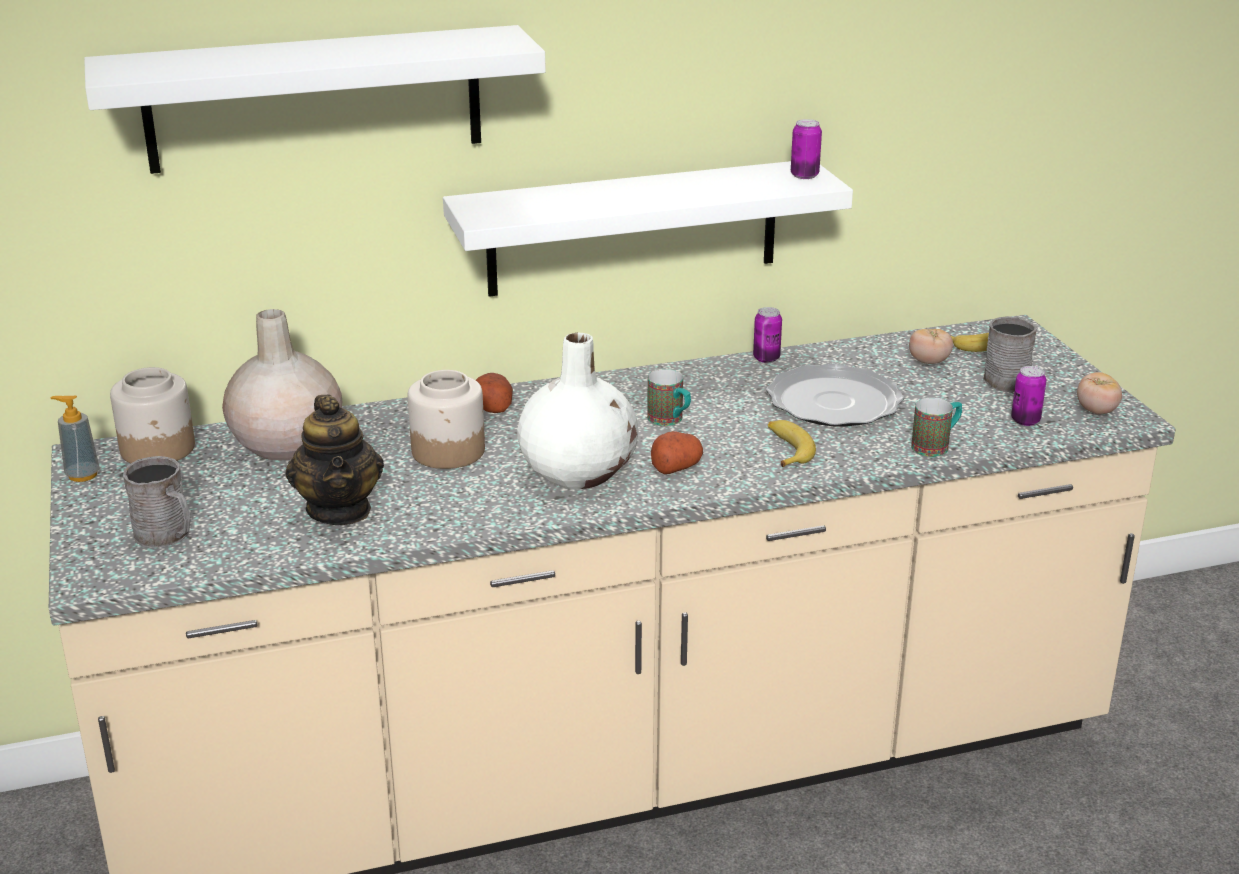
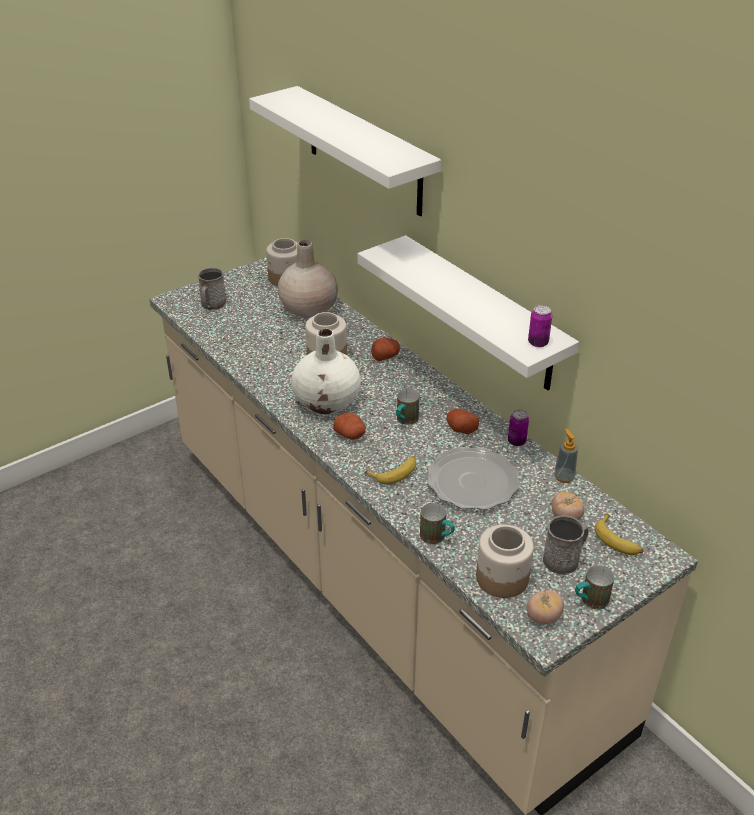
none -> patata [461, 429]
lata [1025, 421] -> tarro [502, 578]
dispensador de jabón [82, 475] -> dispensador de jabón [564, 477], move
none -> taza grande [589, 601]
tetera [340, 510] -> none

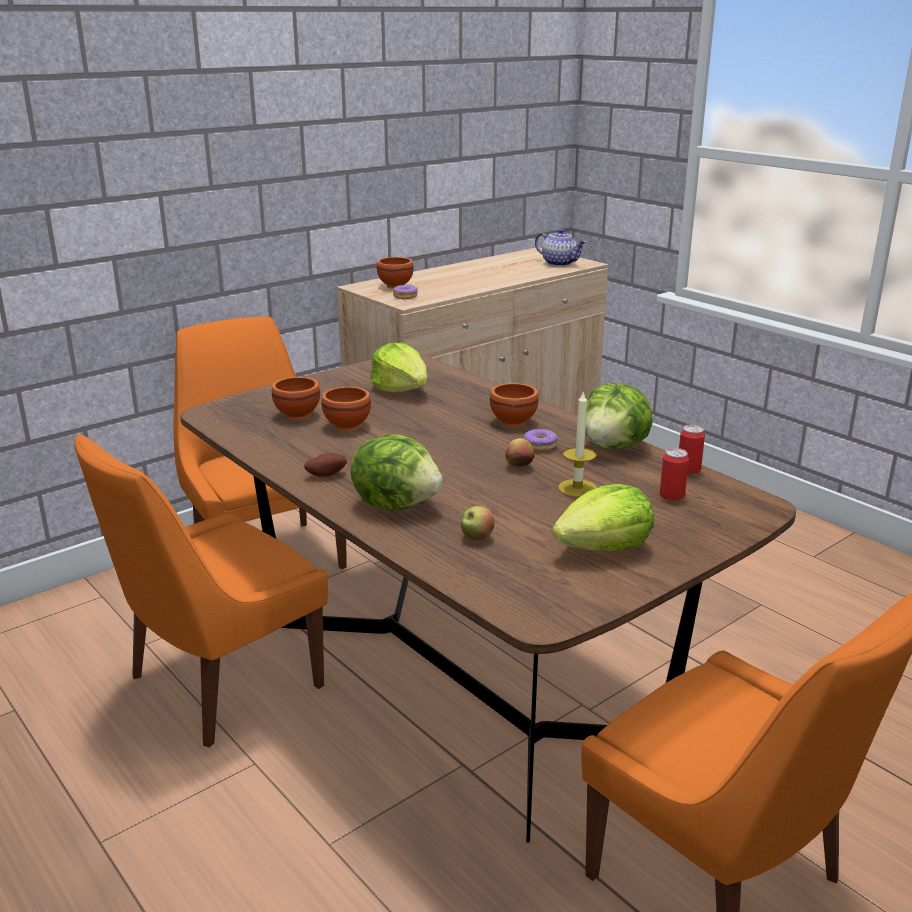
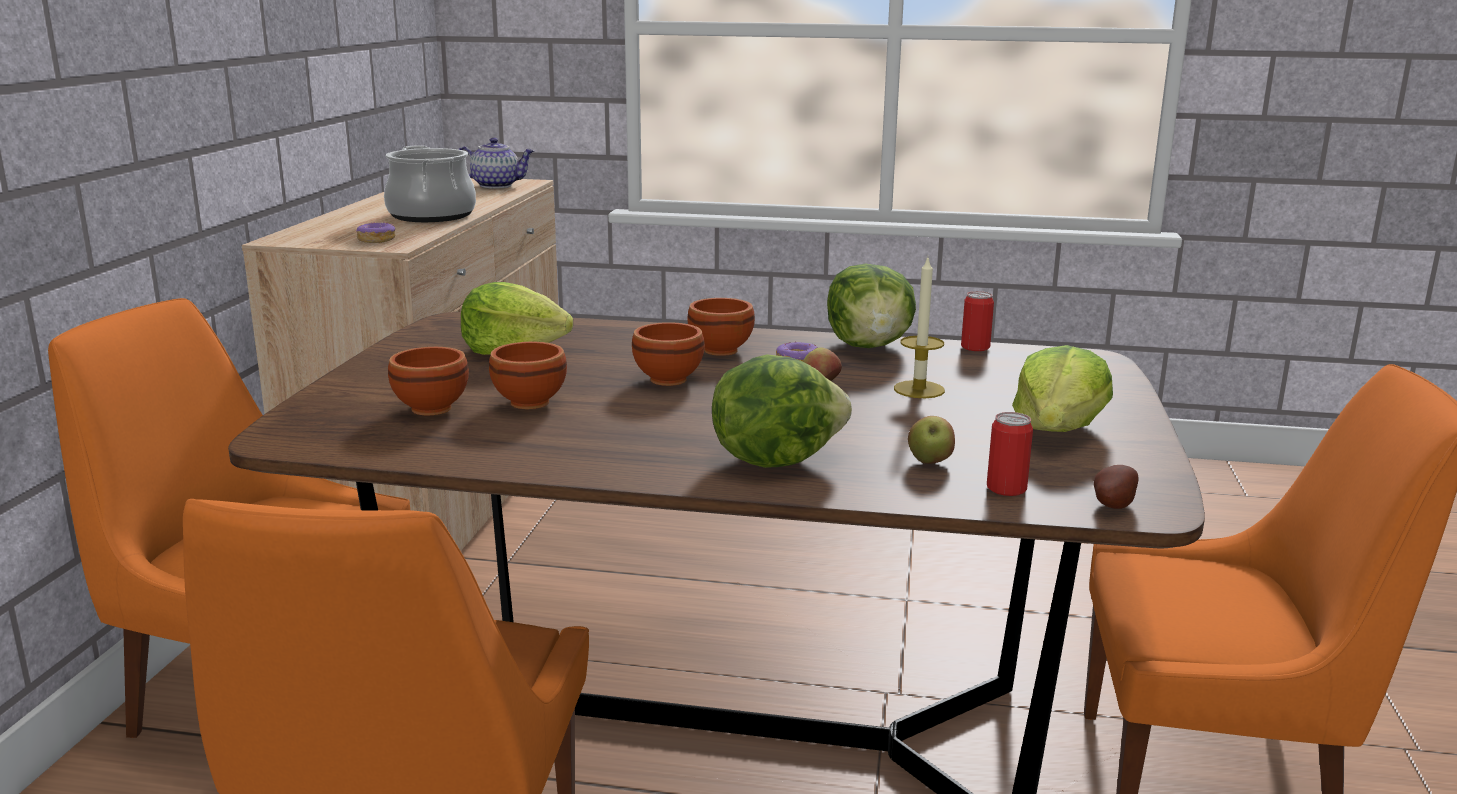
none -> olla [432, 215]
cuenco/marrón [394, 286] -> cuenco/marrón [666, 379], move
lata [672, 495] -> lata [1006, 488], move
patata [326, 474] -> patata [1112, 504], move

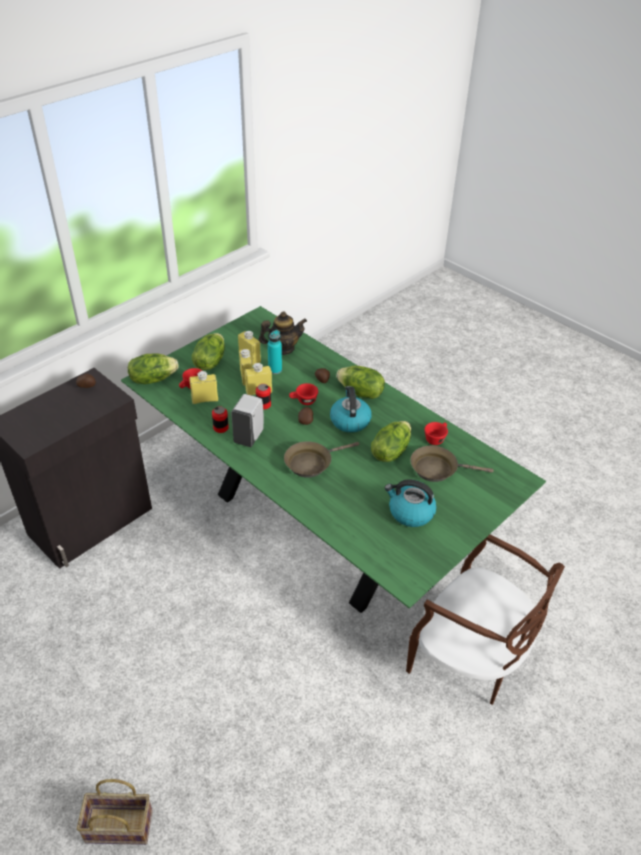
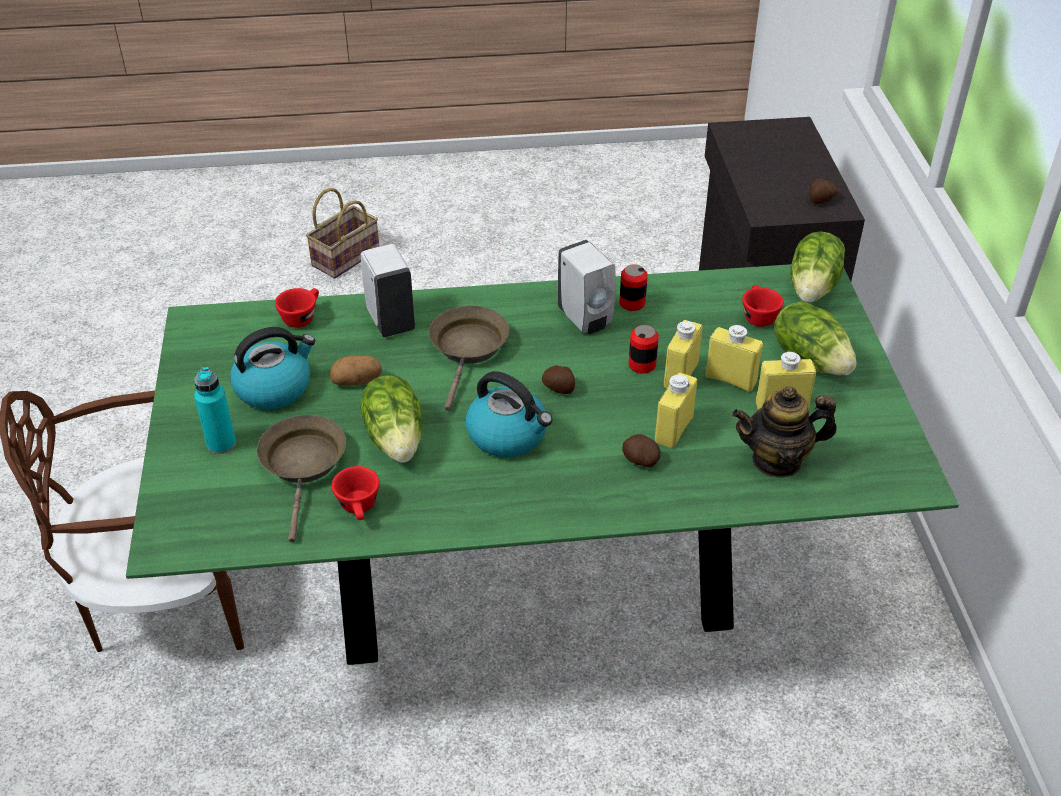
botella/turquesa [275, 370] -> botella/turquesa [221, 444], move
sartén/marrón [437, 469] -> sartén/marrón [304, 465], 45 degrees counterclockwise
taza/rojo [303, 401] -> taza/rojo [302, 317], move
none -> patata [357, 381]
none -> dispensador de jabón/blanco [390, 320]
botella/amarillo [205, 399] -> botella/amarillo [673, 430], move
tetera [283, 348] -> tetera [777, 460], 60 degrees clockwise
lechuga [360, 393] -> none

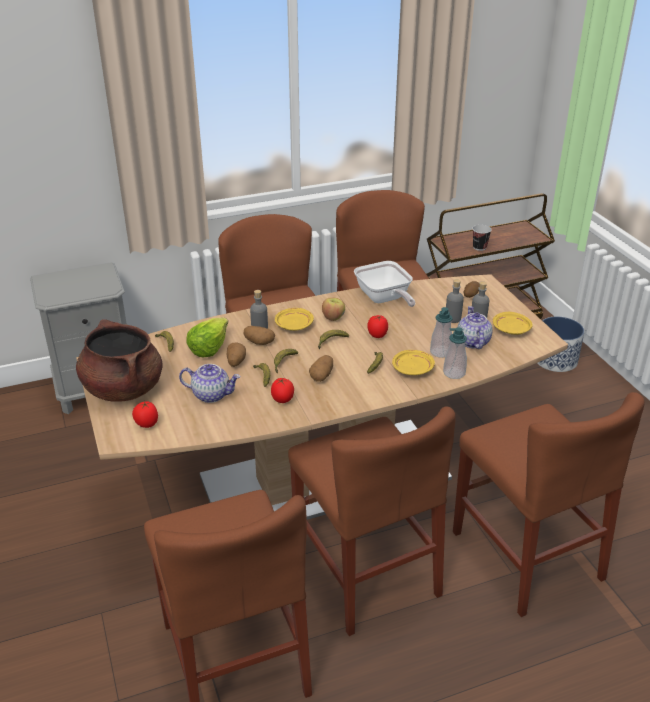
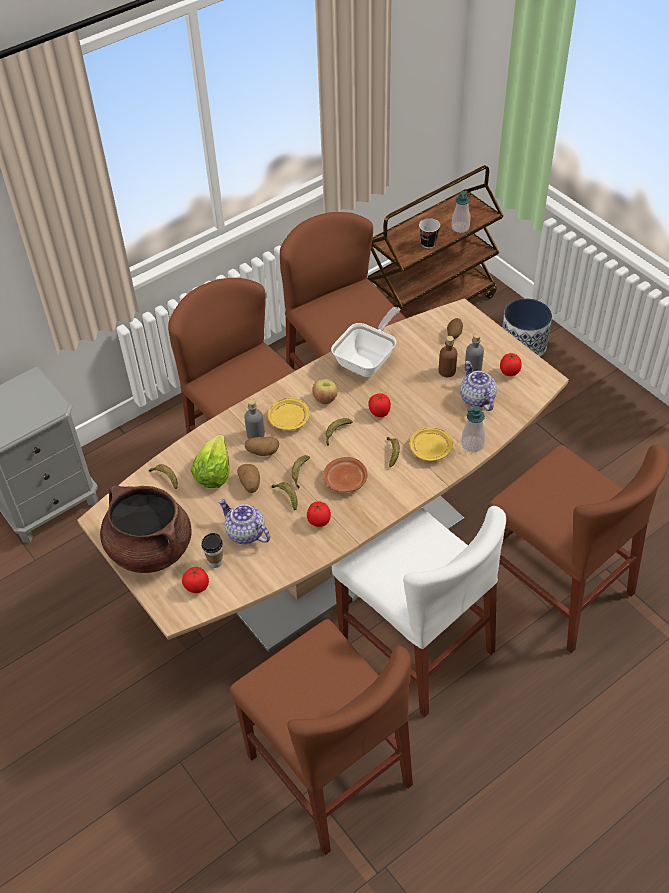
none -> taza [215, 562]
tetera [212, 394] -> tetera [245, 533], 135 degrees counterclockwise
patata [322, 376] -> plato/marrón [345, 480]
sartén [384, 299] -> sartén [368, 360], 105 degrees counterclockwise
silla/marrón [365, 571] -> silla/blanco [416, 645]
botella/gris [453, 318] -> botella/marrón [447, 371]
dispensador de jabón [440, 352] -> dispensador de jabón [460, 227], move
plato/amarillo [511, 329] -> tomate [509, 373]

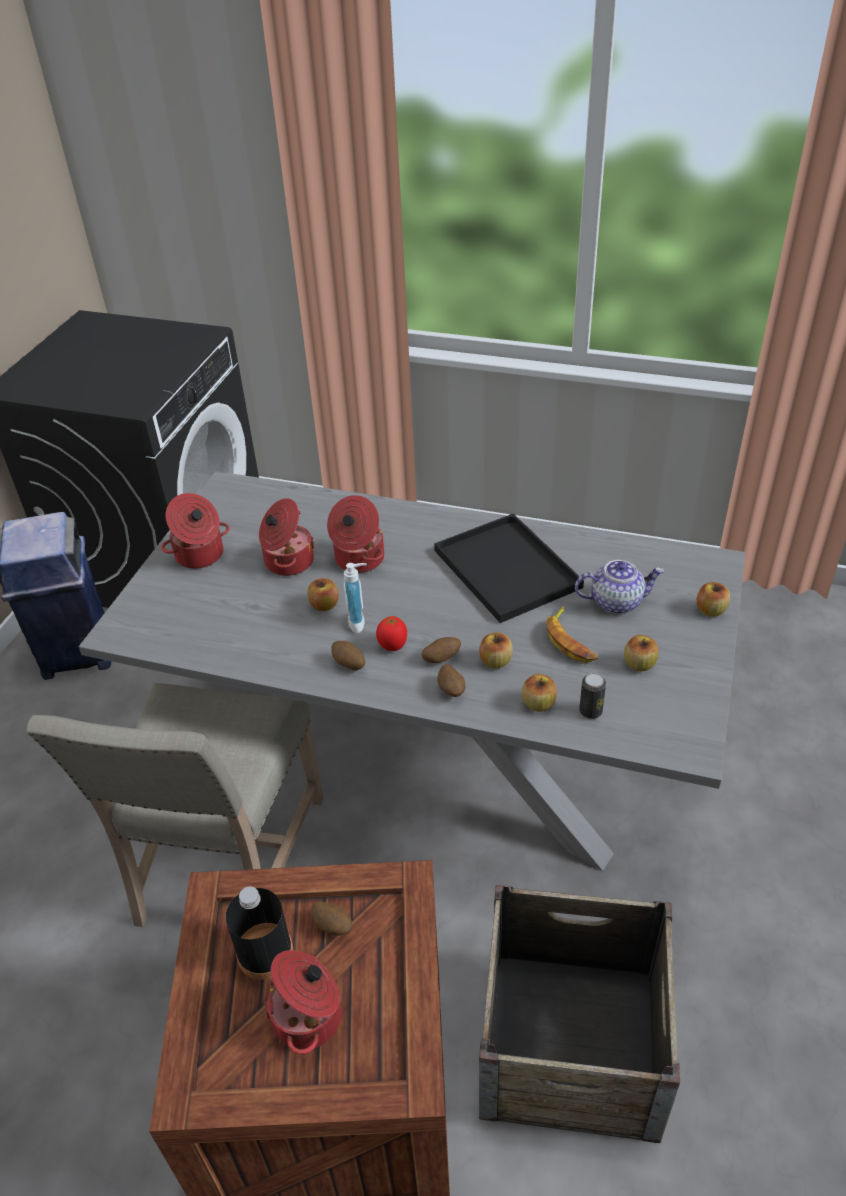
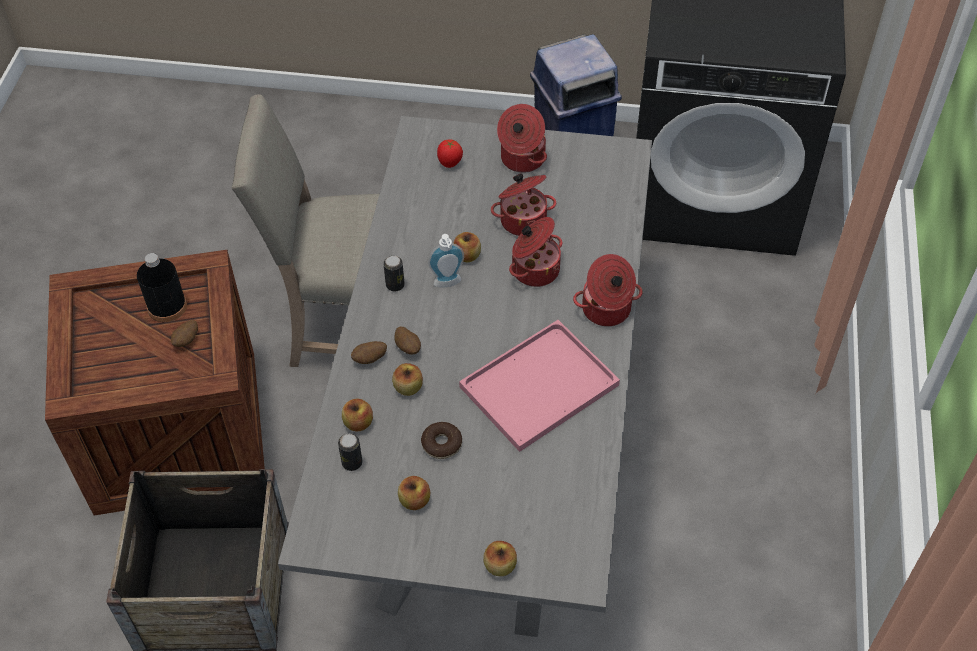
patata [349, 664] -> lata [395, 285]
plátano [570, 640] -> rosquilla [442, 444]
tomate [393, 646] -> tomate [450, 164], move
bandeja/negro [504, 568] -> bandeja/rosa [540, 383]
olla [309, 1017] -> olla [606, 310], move
tetera [616, 601] -> none

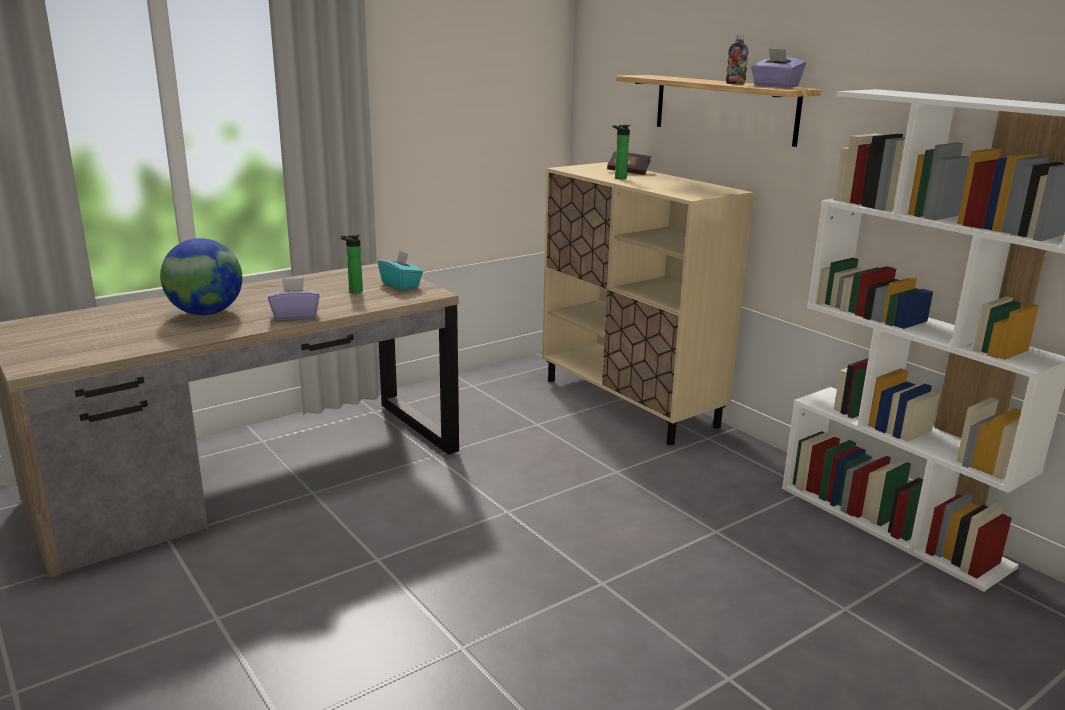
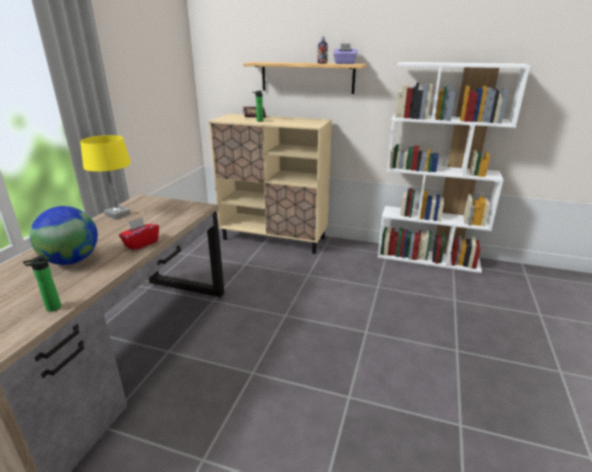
botella [353, 291] -> botella [51, 308], move
none -> lámpara de mesa/amarillo [118, 214]
caja de pañuelos/morado [295, 315] -> caja de pañuelos/rojo [141, 244]
caja de pañuelos/turquesa [401, 285] -> none

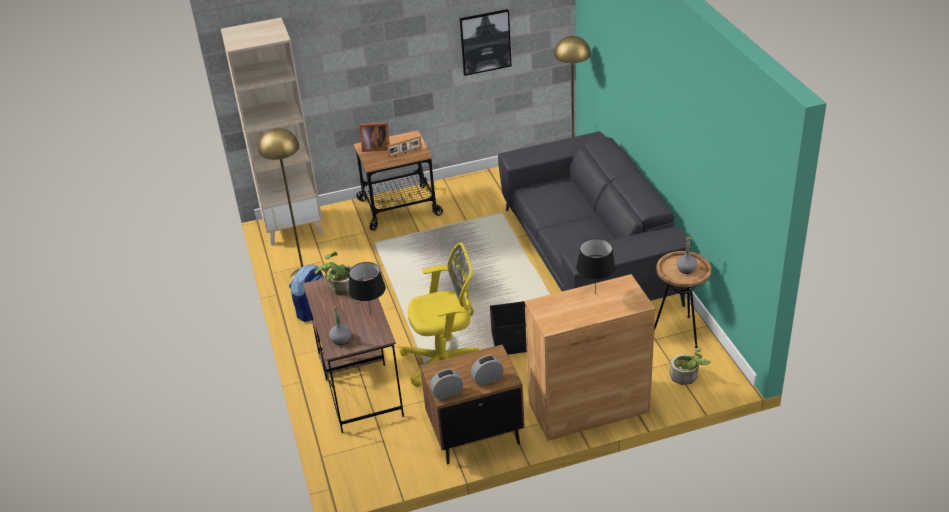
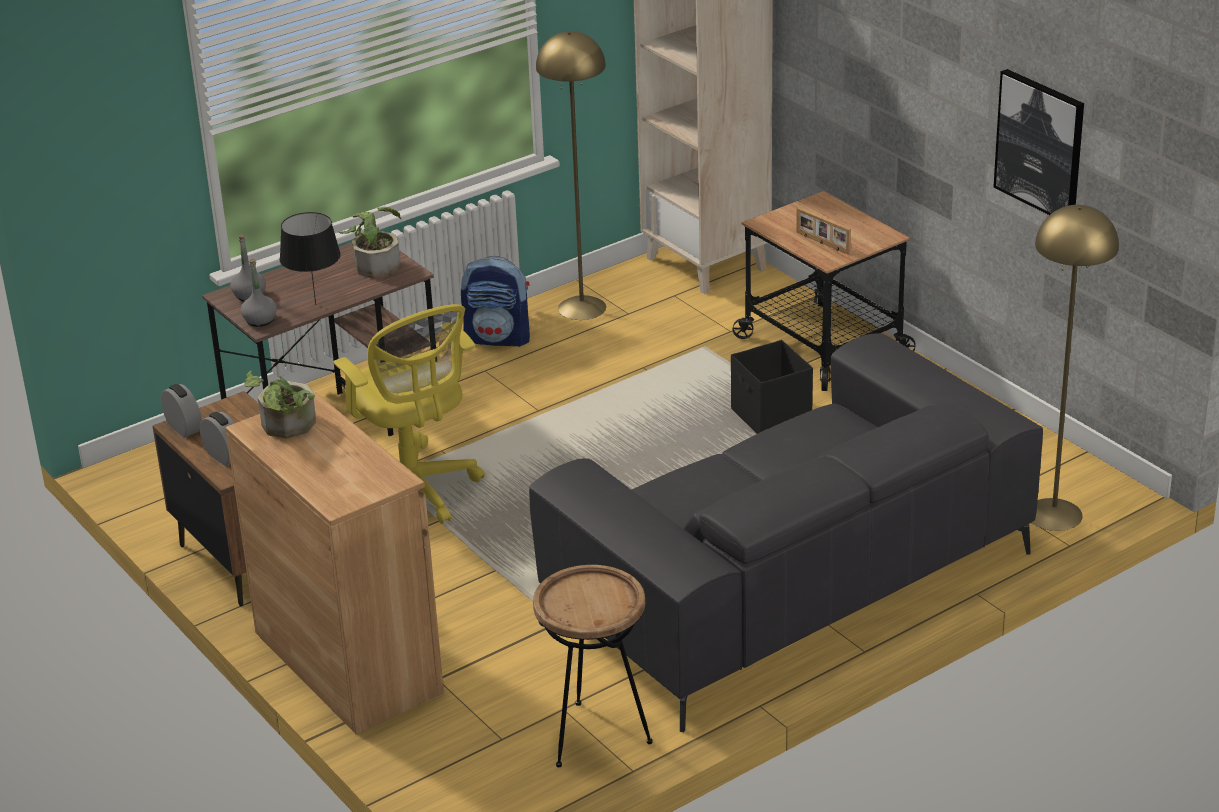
botella/gris [686, 269] -> botella/gris [260, 320], move
planta en maceta [687, 377] -> planta en maceta [285, 428], move
caja de almacenaje/negro [512, 343] -> caja de almacenaje/negro [771, 417], move
portarretratos [375, 147] -> none
lámpara de mesa/negro [596, 294] -> none

